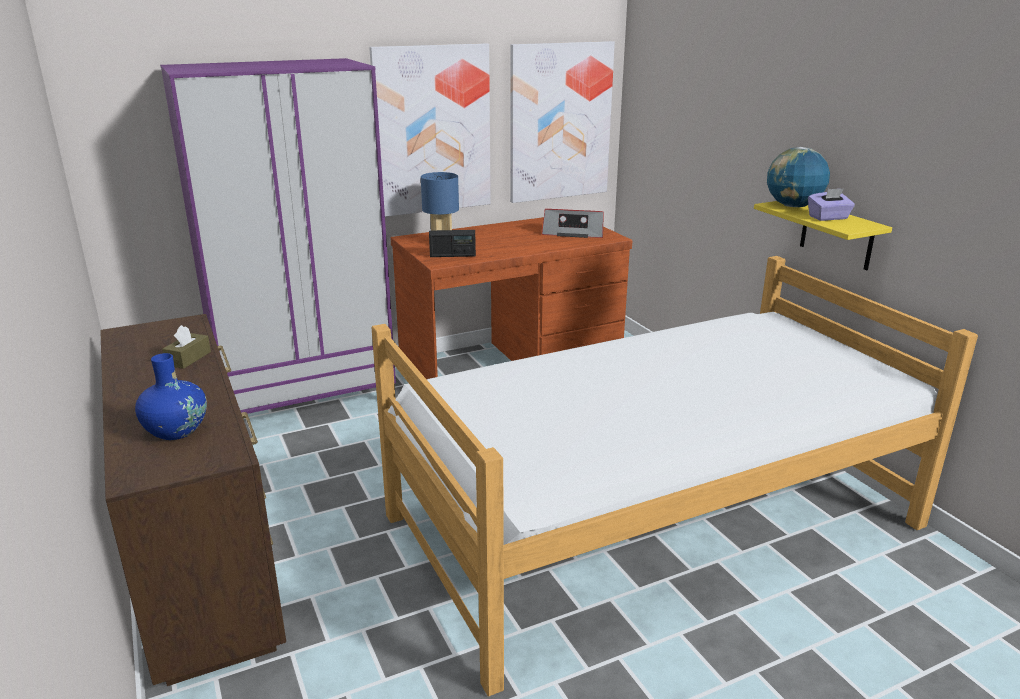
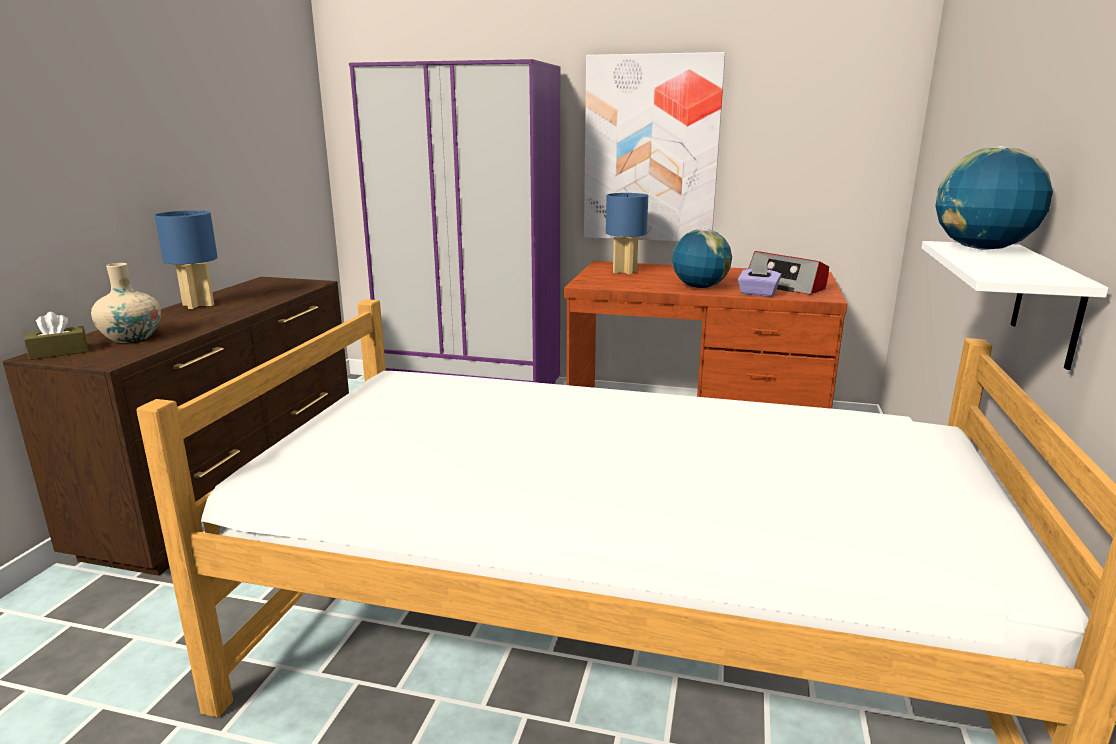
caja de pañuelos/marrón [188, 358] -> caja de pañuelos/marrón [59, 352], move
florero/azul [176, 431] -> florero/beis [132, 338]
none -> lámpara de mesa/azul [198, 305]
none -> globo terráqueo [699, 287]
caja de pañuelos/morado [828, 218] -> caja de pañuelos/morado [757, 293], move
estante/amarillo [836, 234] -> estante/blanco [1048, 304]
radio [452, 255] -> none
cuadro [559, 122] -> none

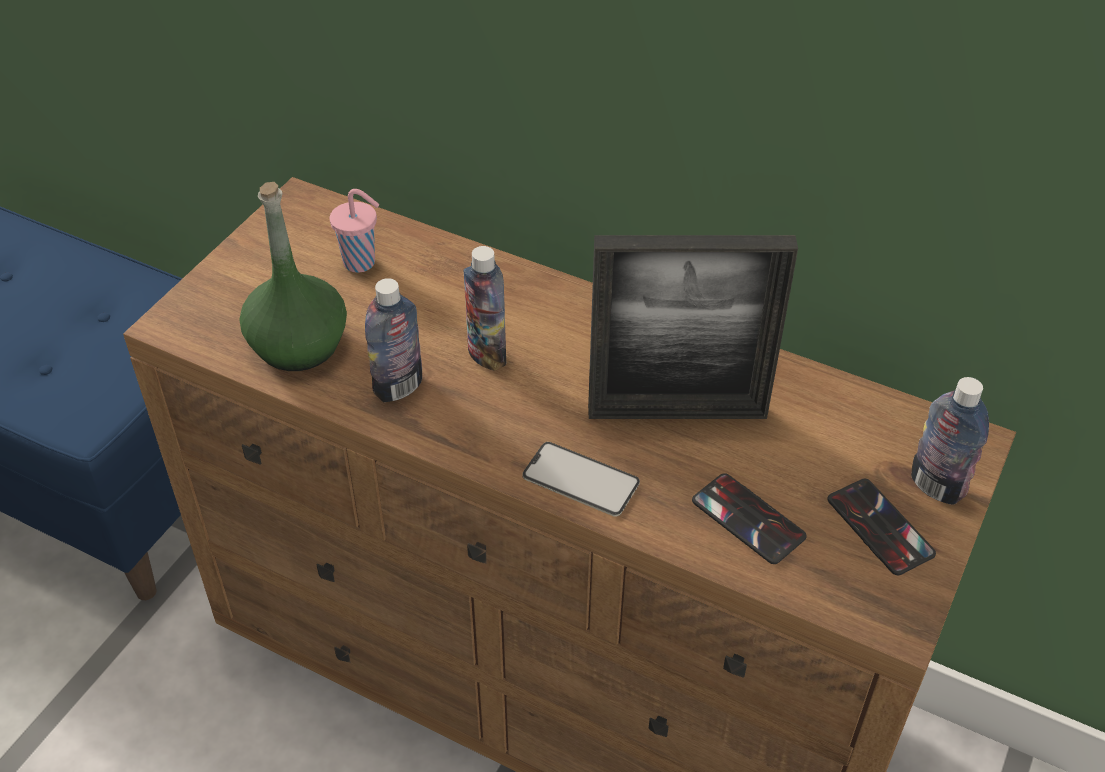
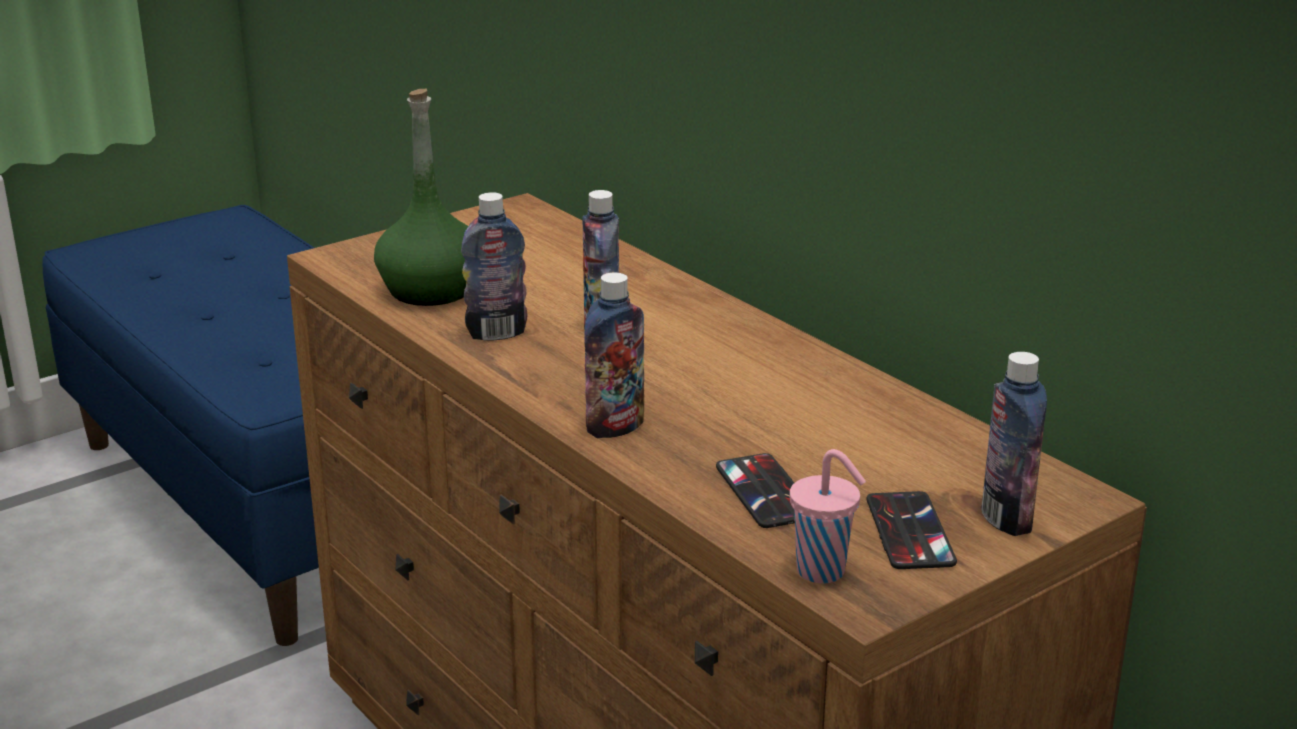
móvil [580, 479] -> botella [615, 427]
taza/rosa [361, 263] -> taza/rosa [823, 572], move
portarretratos [677, 412] -> none

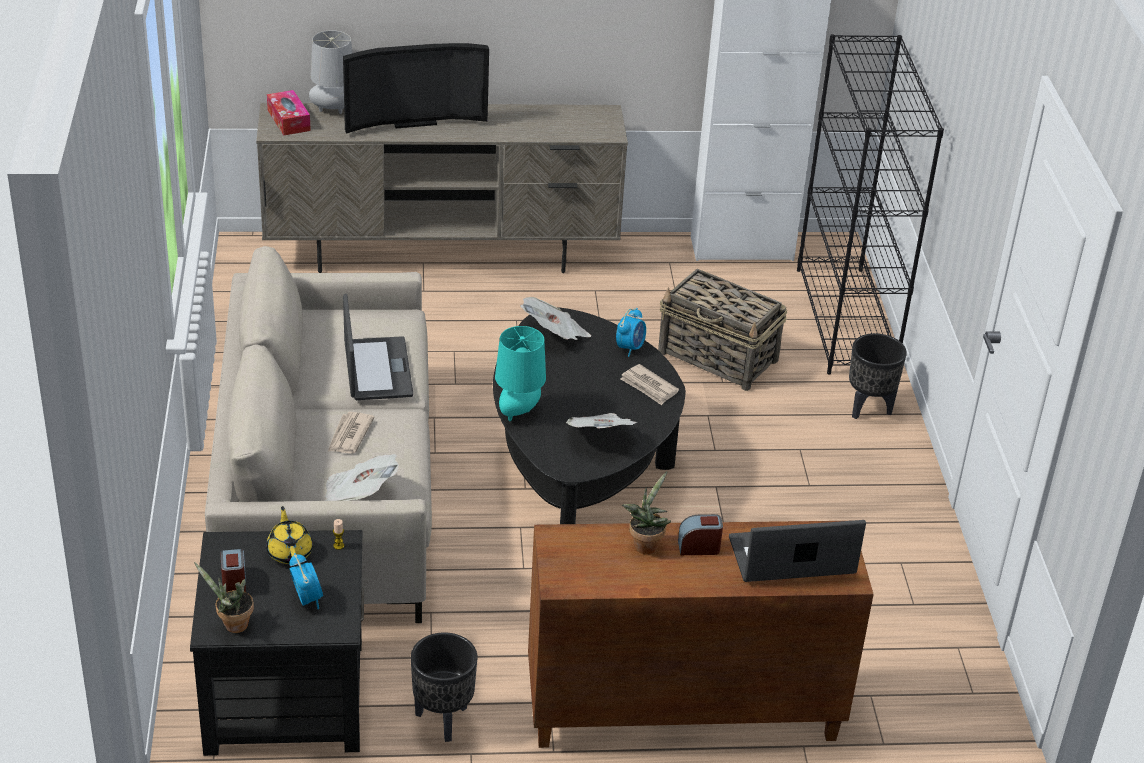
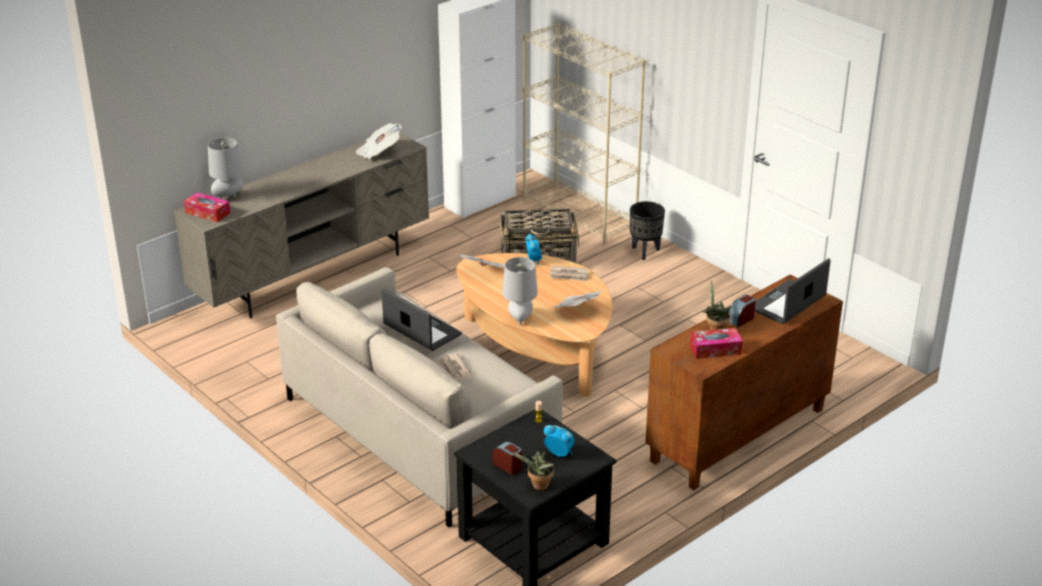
periódico [359, 495] -> periódico [379, 152], move
mesa de centro/negro [579, 466] -> mesa de centro/beis [537, 348]
lámpara de mesa/turquesa [519, 412] -> lámpara de mesa/gris [519, 319]
estantería/negro [846, 320] -> estantería/beis [580, 214]
none -> caja de pañuelos [715, 349]
tetera/amarillo [290, 552] -> none
televisor [413, 120] -> none
maceta/negro [443, 721] -> none

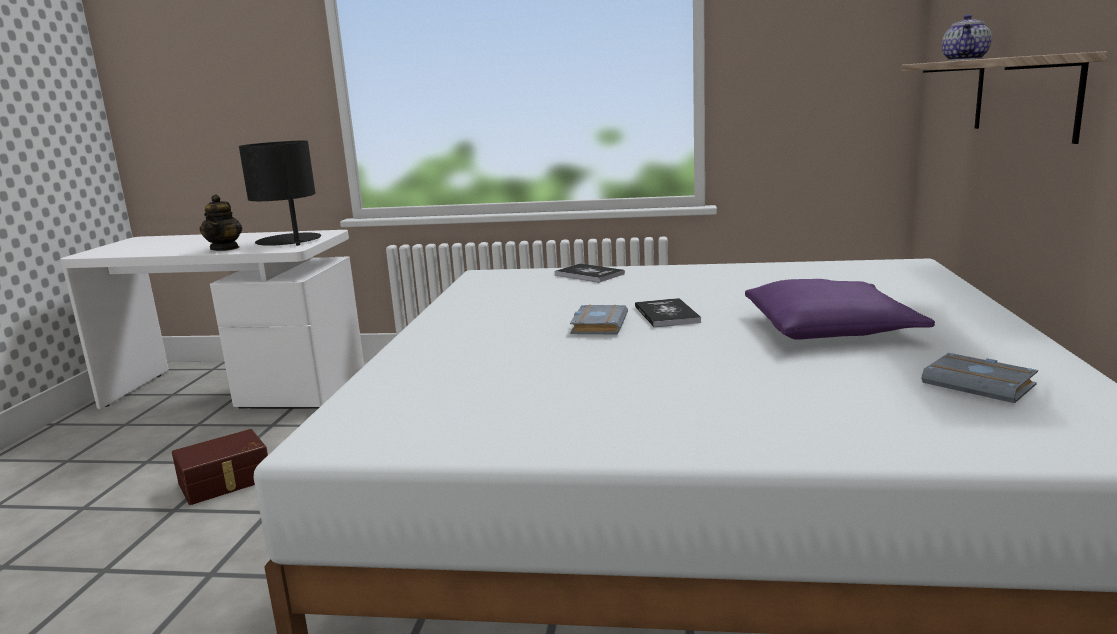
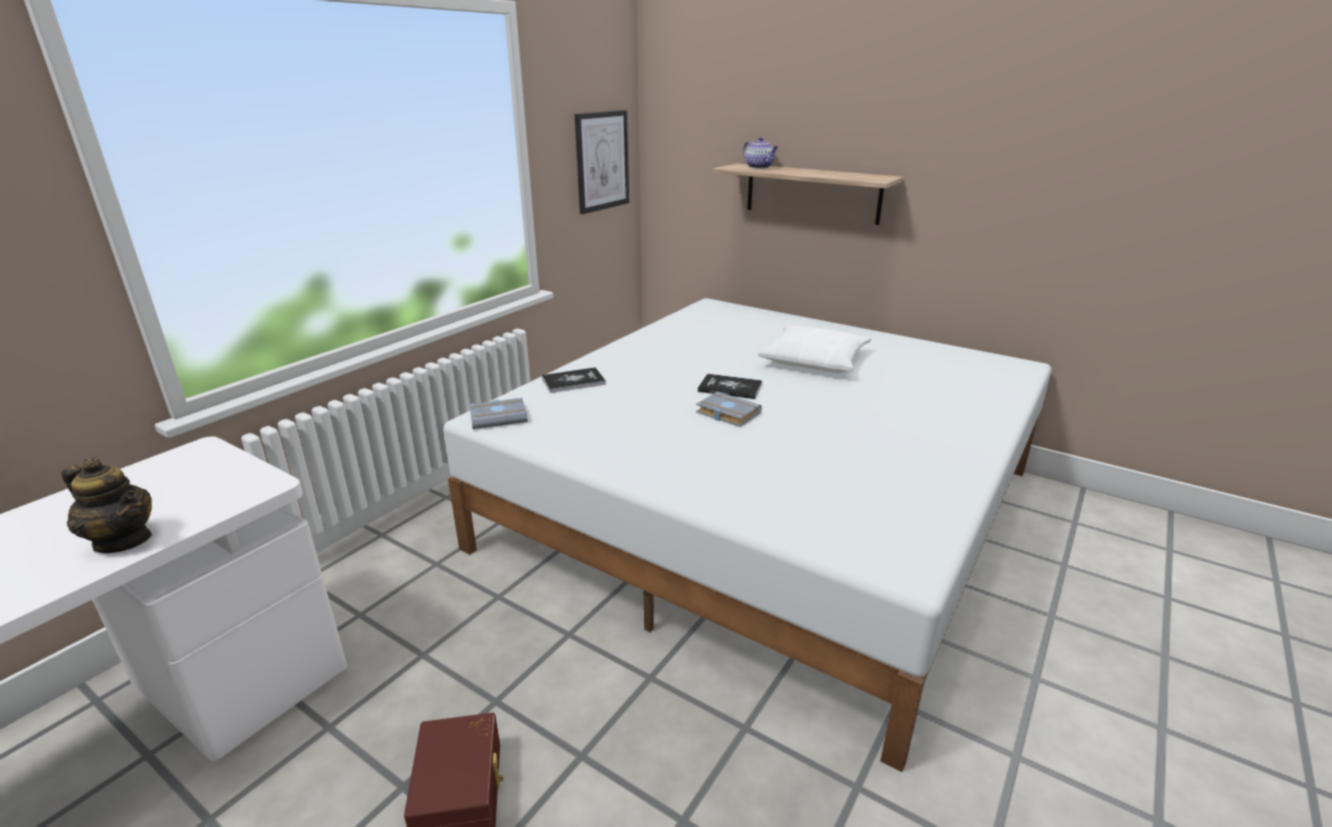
libro/gris [981, 384] -> libro/gris [499, 417], move
none -> cuadro [602, 161]
cojín/morado [831, 328] -> cojín/blanco [814, 360]
lámpara de mesa/negro [289, 241] -> none

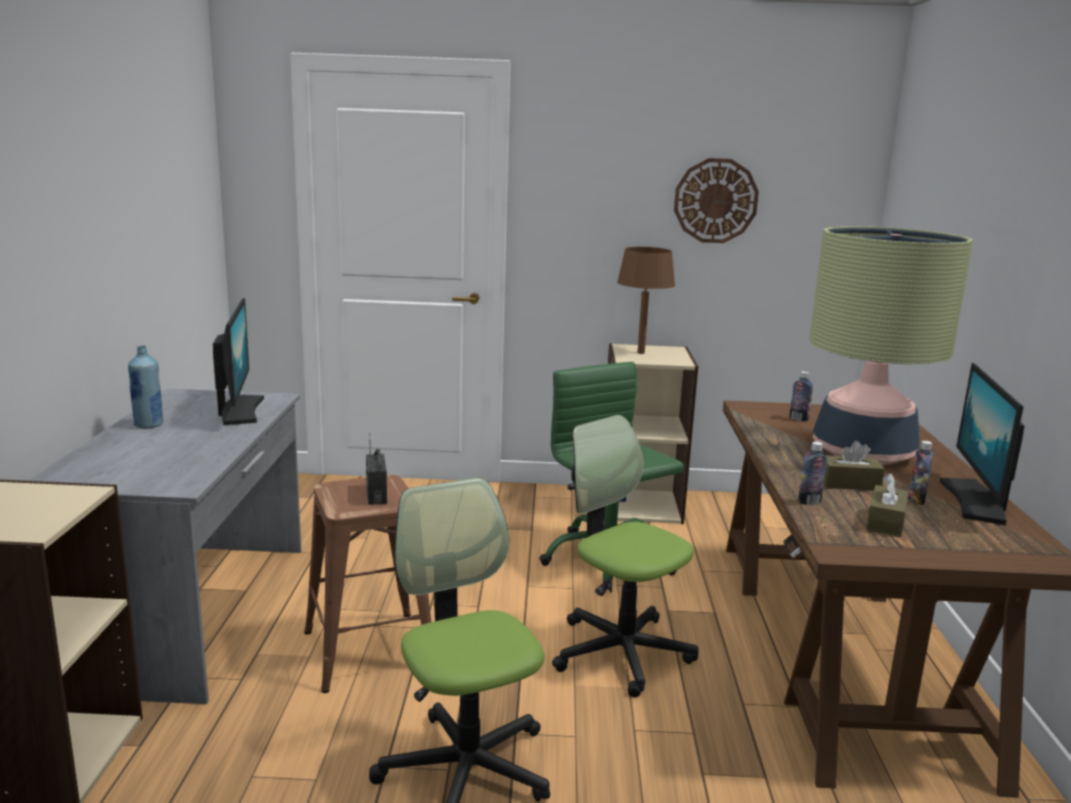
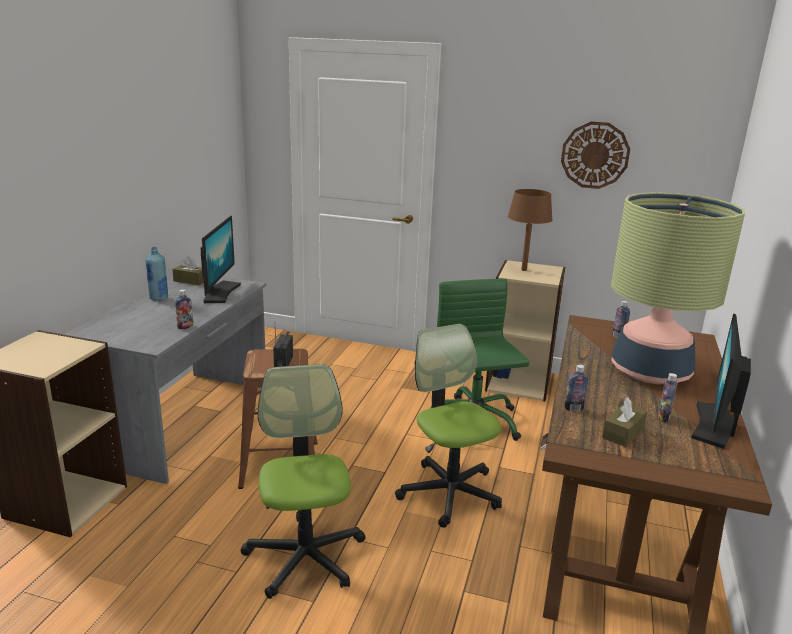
caja de pañuelos/marrón [849, 484] -> caja de pañuelos/marrón [191, 281], move
none -> botella [185, 327]

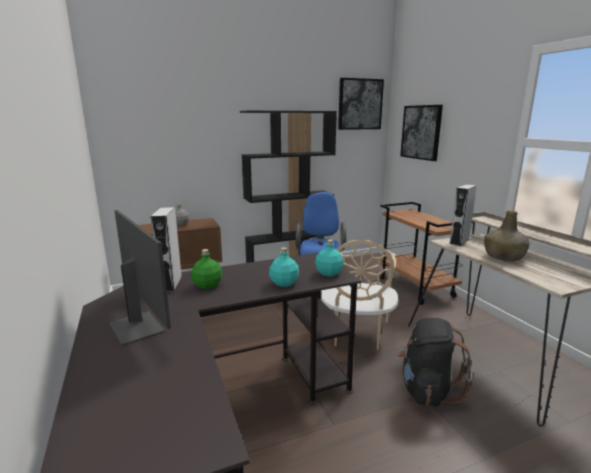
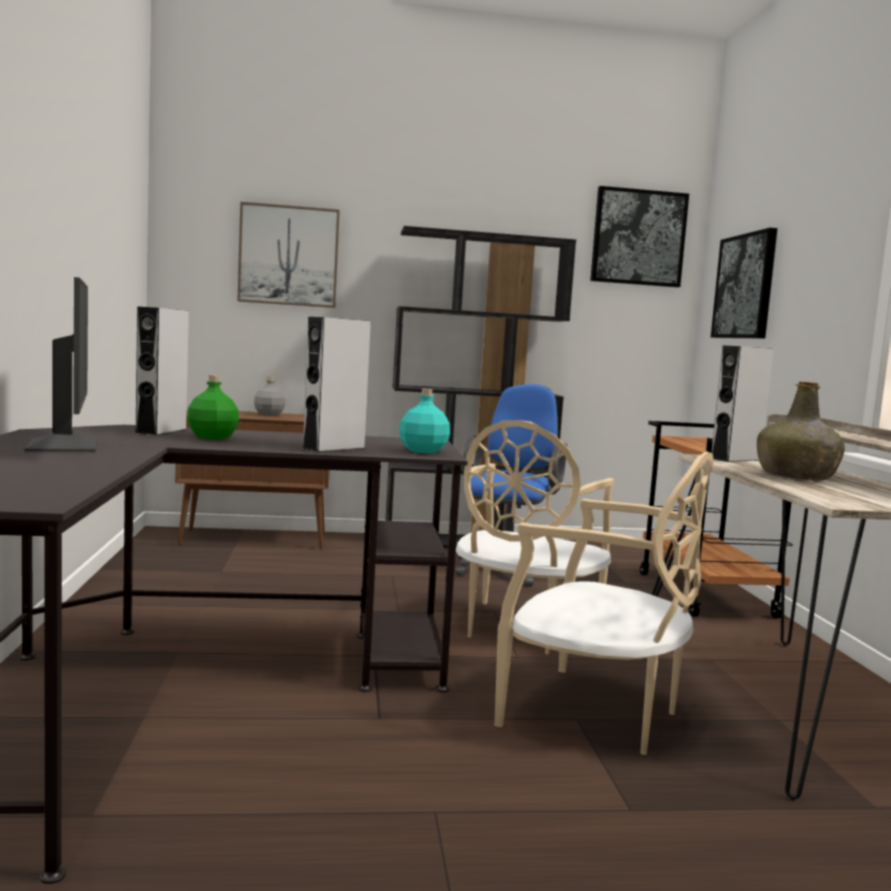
none -> cuadro [288, 256]
botella/turquesa [284, 283] -> altavoz/gris [334, 448]
mochila/negro [427, 390] -> silla/beis [595, 714]

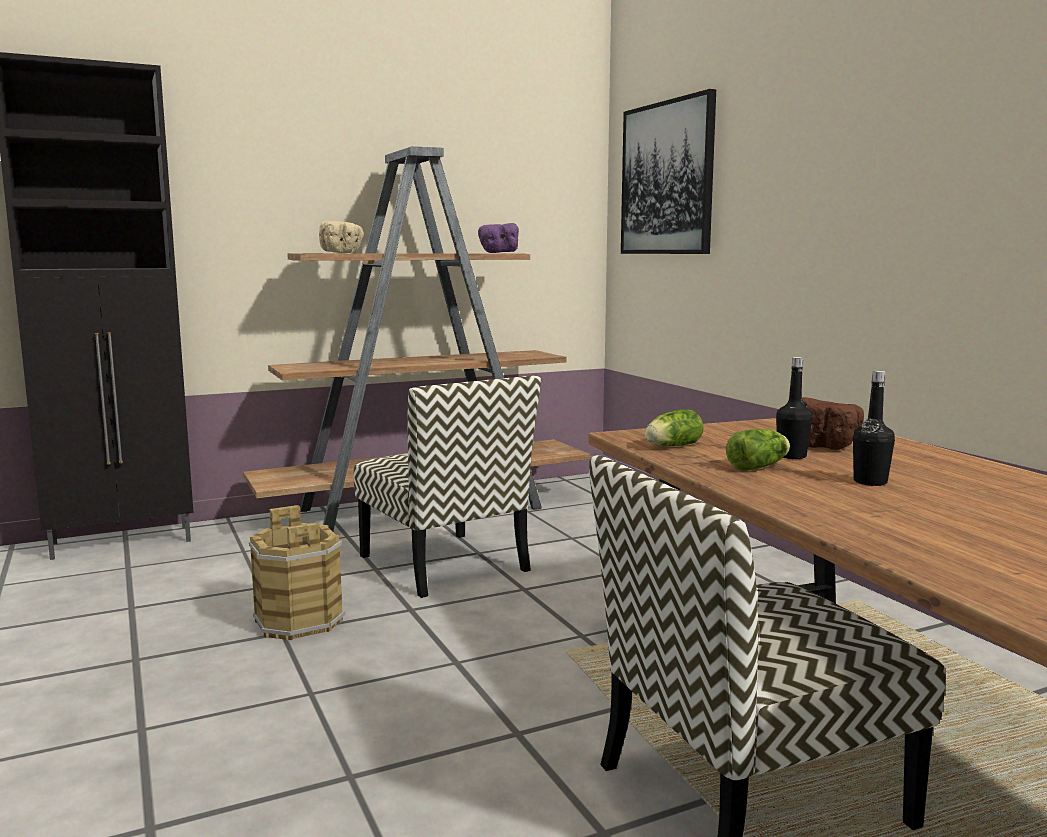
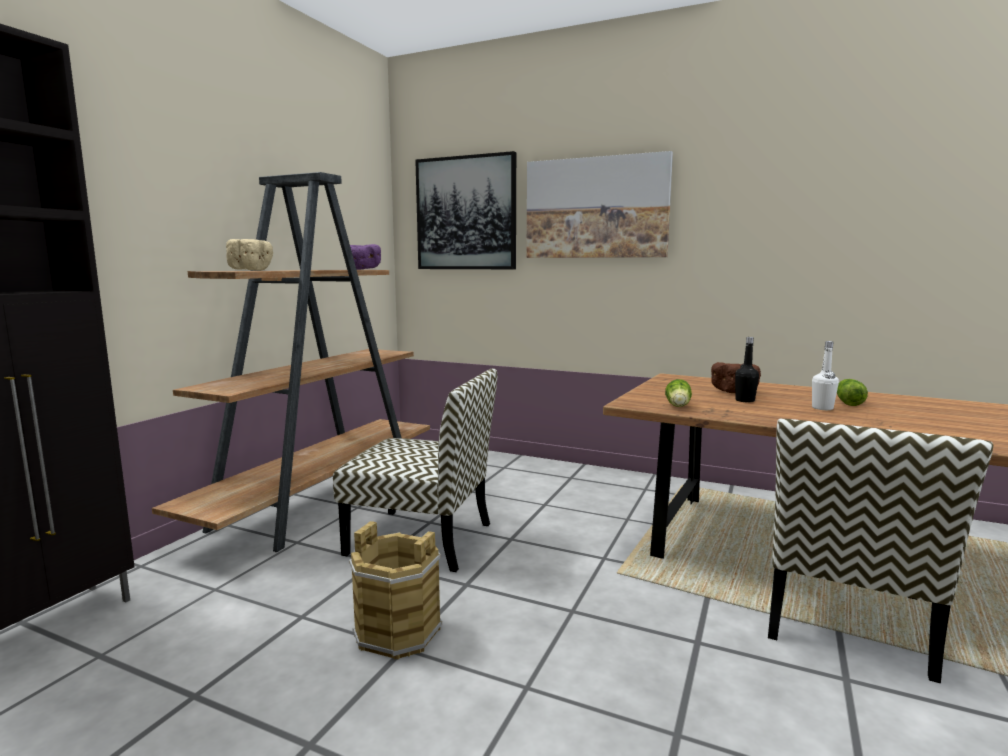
none -> cuadro [596, 208]
botella/negro [870, 482] -> botella/blanco [822, 408]
lechuga [760, 466] -> lechuga [848, 402], move

